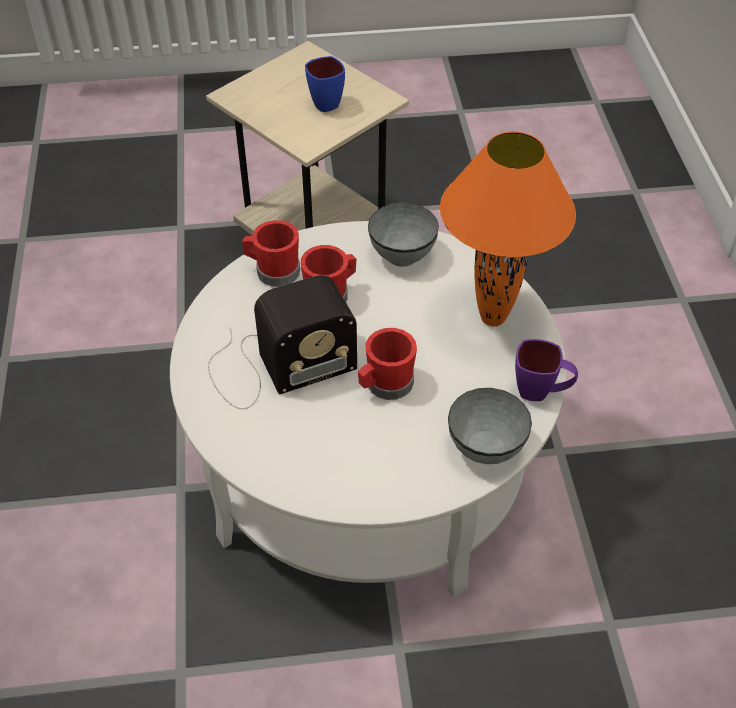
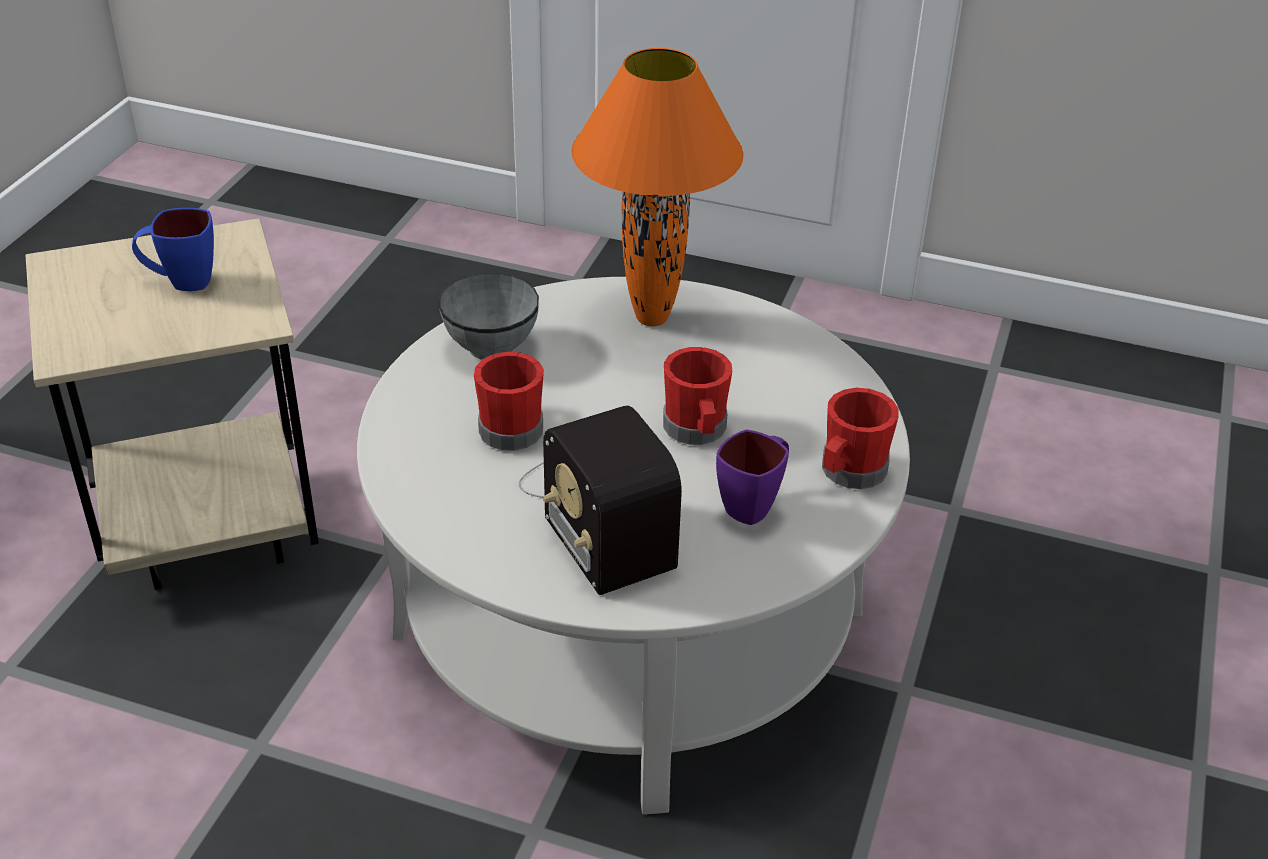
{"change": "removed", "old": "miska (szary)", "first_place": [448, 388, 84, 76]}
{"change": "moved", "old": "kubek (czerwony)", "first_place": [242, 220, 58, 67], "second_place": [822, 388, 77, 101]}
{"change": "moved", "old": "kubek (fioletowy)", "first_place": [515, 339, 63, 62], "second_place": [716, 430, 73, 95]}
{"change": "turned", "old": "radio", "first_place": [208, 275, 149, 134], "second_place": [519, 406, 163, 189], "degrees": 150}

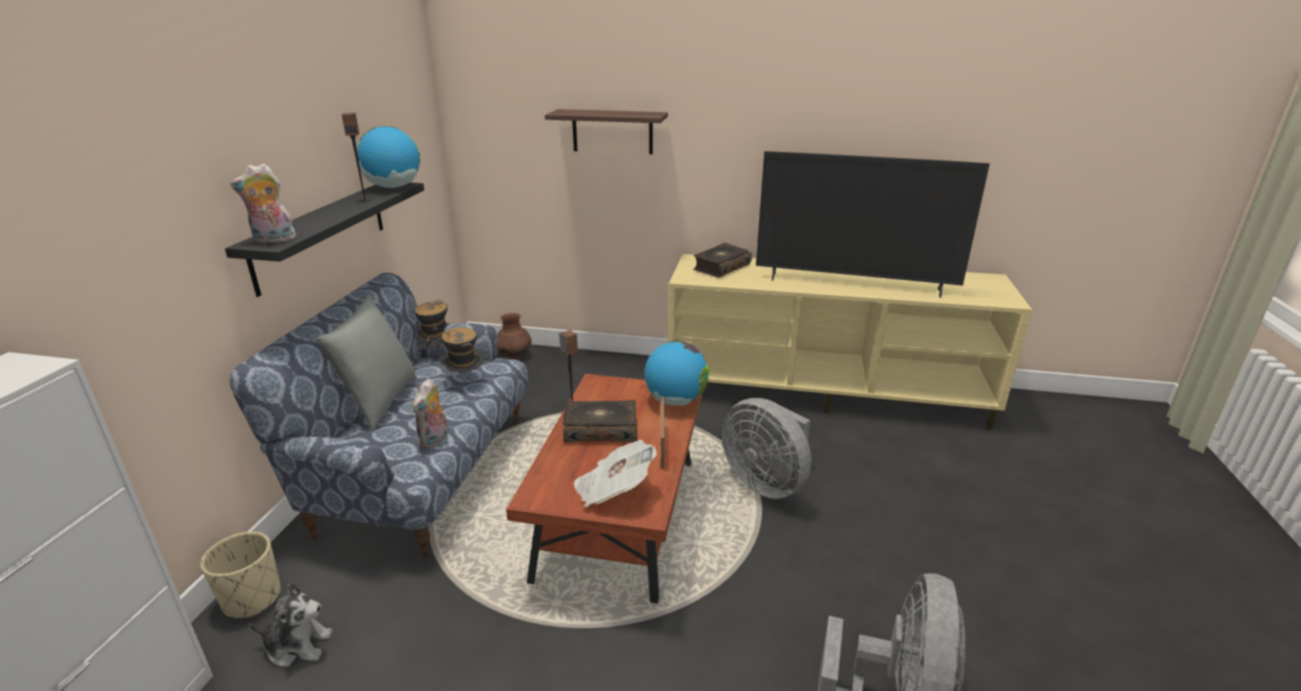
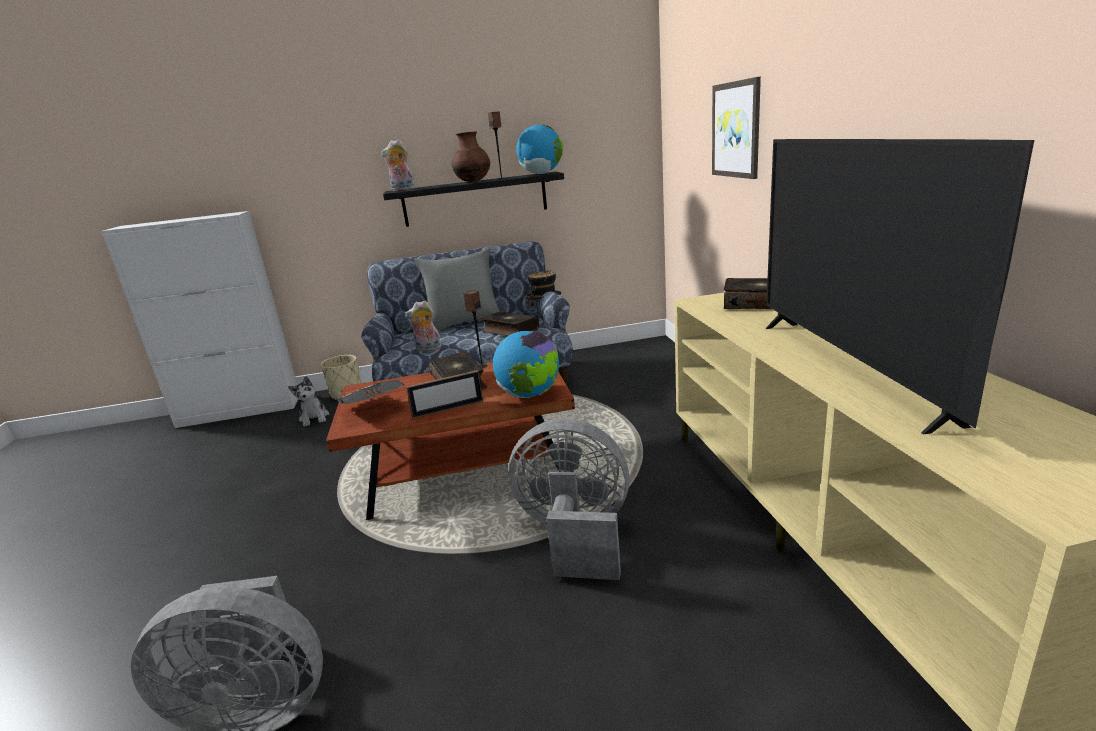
{"change": "moved", "old": "wazon (brązowy)", "first_place": [497, 313, 35, 46], "second_place": [451, 131, 39, 51]}
{"change": "replaced", "old": "kapelusz", "new": "książka", "first_place": [439, 327, 46, 47], "second_place": [482, 311, 57, 25]}
{"change": "replaced", "old": "półka", "new": "obraz", "first_place": [545, 109, 123, 45], "second_place": [712, 77, 49, 102]}
{"change": "turned", "old": "pluszak", "first_place": [230, 164, 66, 79], "second_place": [381, 139, 35, 52], "degrees": -45}
{"change": "turned", "old": "wentylator (szary)", "first_place": [721, 398, 90, 101], "second_place": [508, 419, 121, 161], "degrees": 75}

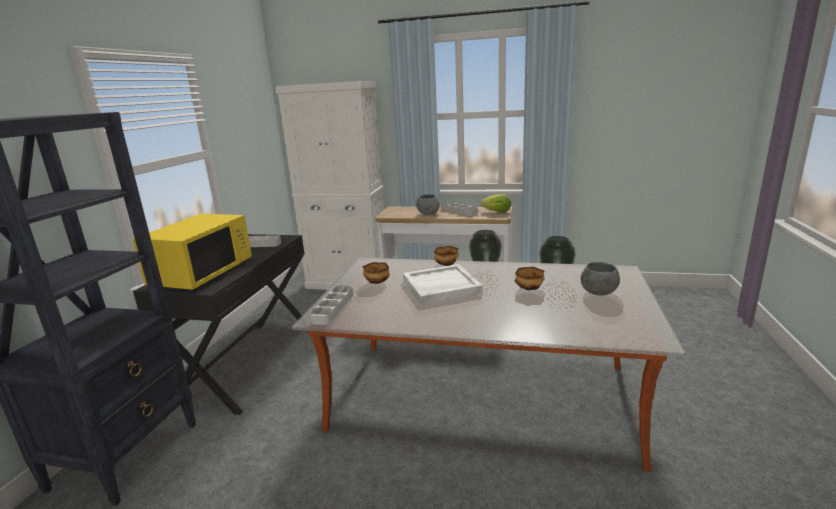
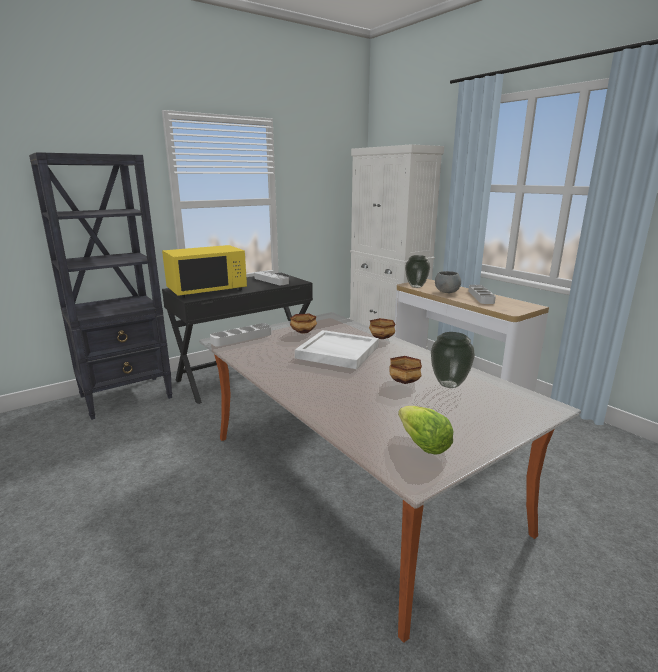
{"change": "removed", "old": "miska (szary)", "first_place": [581, 262, 39, 34]}
{"change": "moved", "old": "wazon", "first_place": [469, 230, 33, 43], "second_place": [405, 255, 25, 33]}
{"change": "moved", "old": "sałata", "first_place": [481, 194, 30, 18], "second_place": [398, 406, 55, 49]}

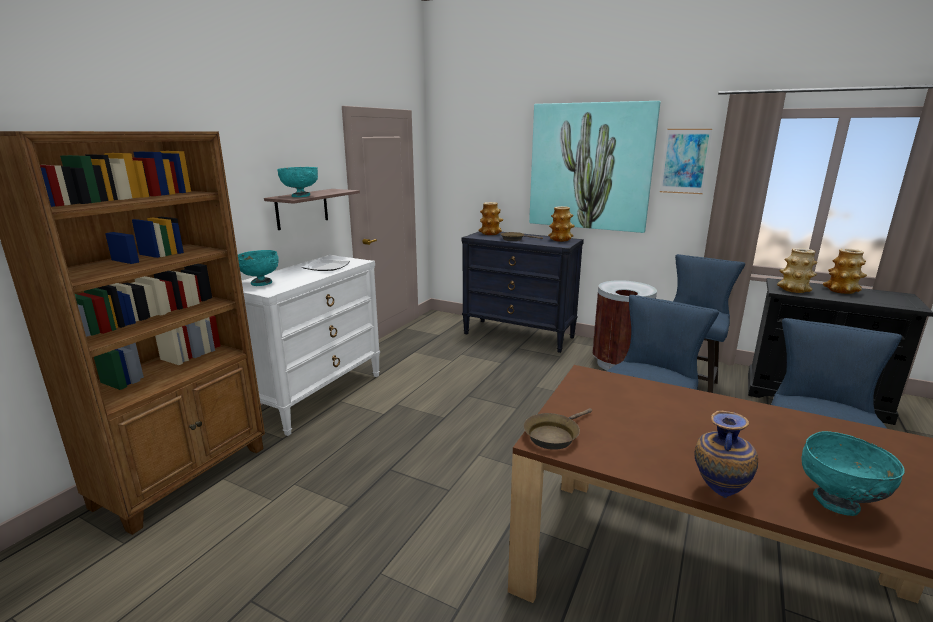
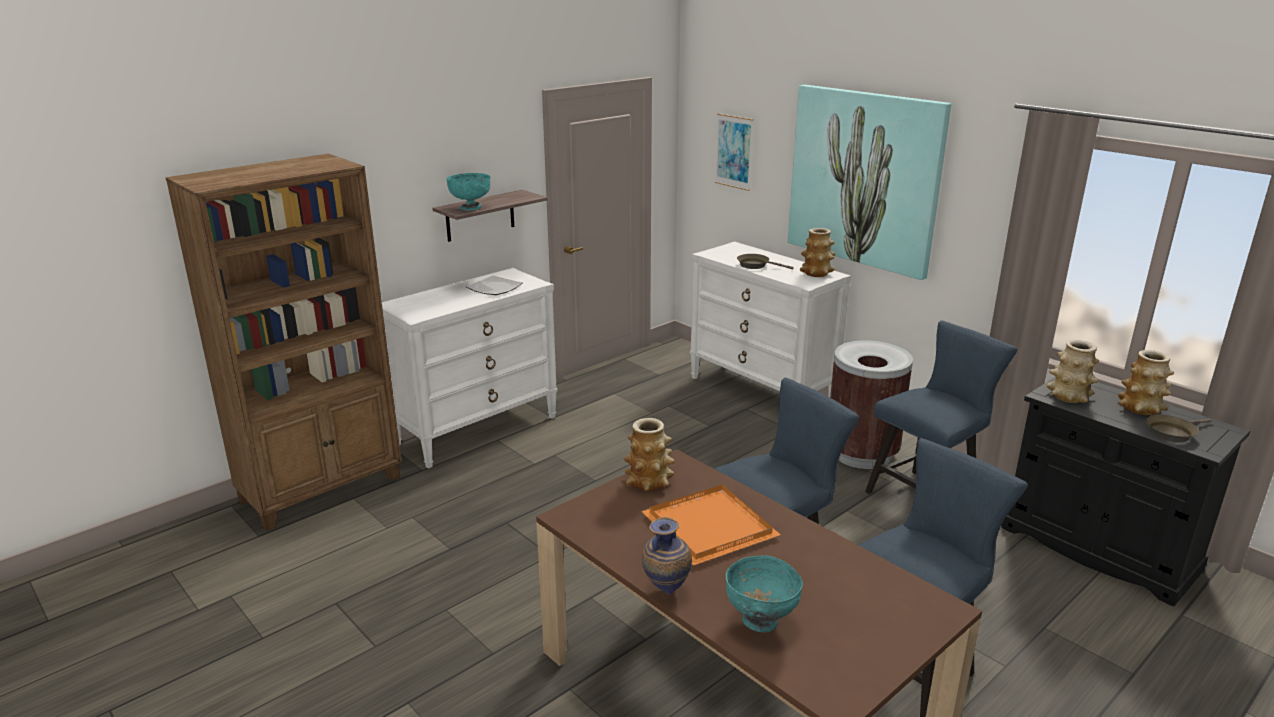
{"change": "removed", "old": "miska (turkusowy)", "first_place": [238, 250, 41, 36]}
{"change": "added", "new": "taca (pomarańczowy)", "second_place": [642, 485, 139, 80]}
{"change": "moved", "old": "wazon", "first_place": [478, 202, 25, 33], "second_place": [624, 418, 51, 73]}
{"change": "moved", "old": "patelnia (brązowy)", "first_place": [524, 408, 68, 42], "second_place": [1146, 414, 66, 29]}
{"change": "moved", "old": "obraz", "first_place": [660, 129, 52, 65], "second_place": [715, 113, 39, 78]}
{"change": "recoloured", "old": "komoda (czarny)", "new": "komoda (biały)", "first_place": [462, 231, 122, 122], "second_place": [690, 242, 161, 155]}

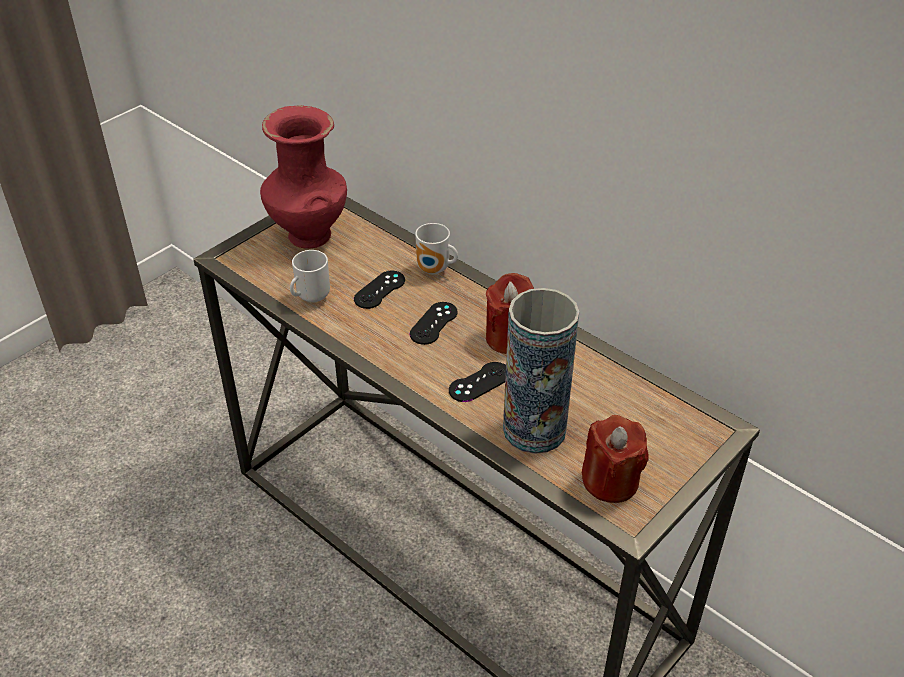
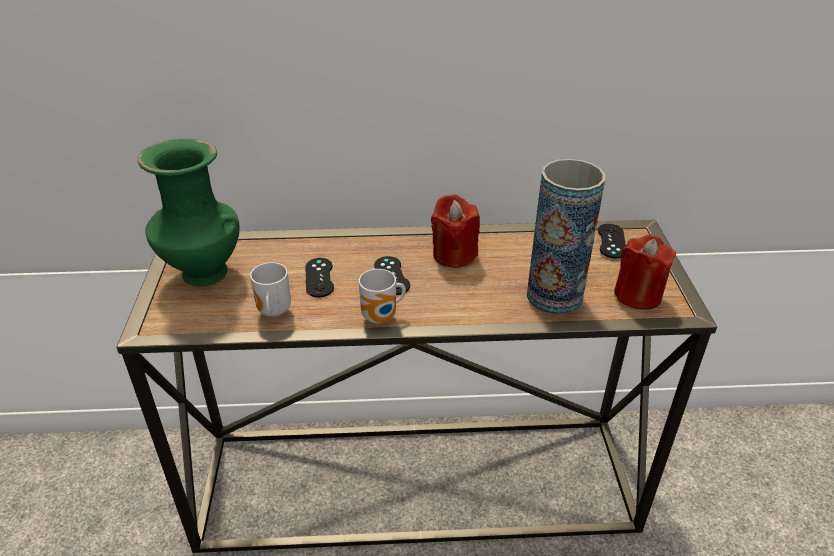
{"change": "moved", "old": "kubek", "first_place": [415, 223, 43, 51], "second_place": [359, 269, 47, 55]}
{"change": "moved", "old": "pad do gier (czarny)", "first_place": [449, 362, 57, 40], "second_place": [598, 224, 28, 34]}
{"change": "recoloured", "old": "wazon (czerwony)", "new": "wazon (zielony)", "first_place": [260, 105, 87, 144], "second_place": [138, 139, 102, 148]}

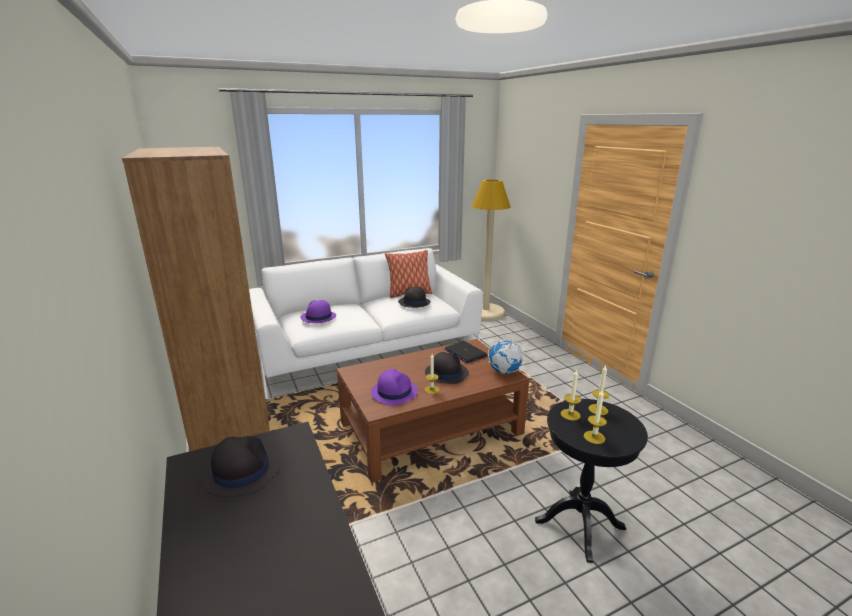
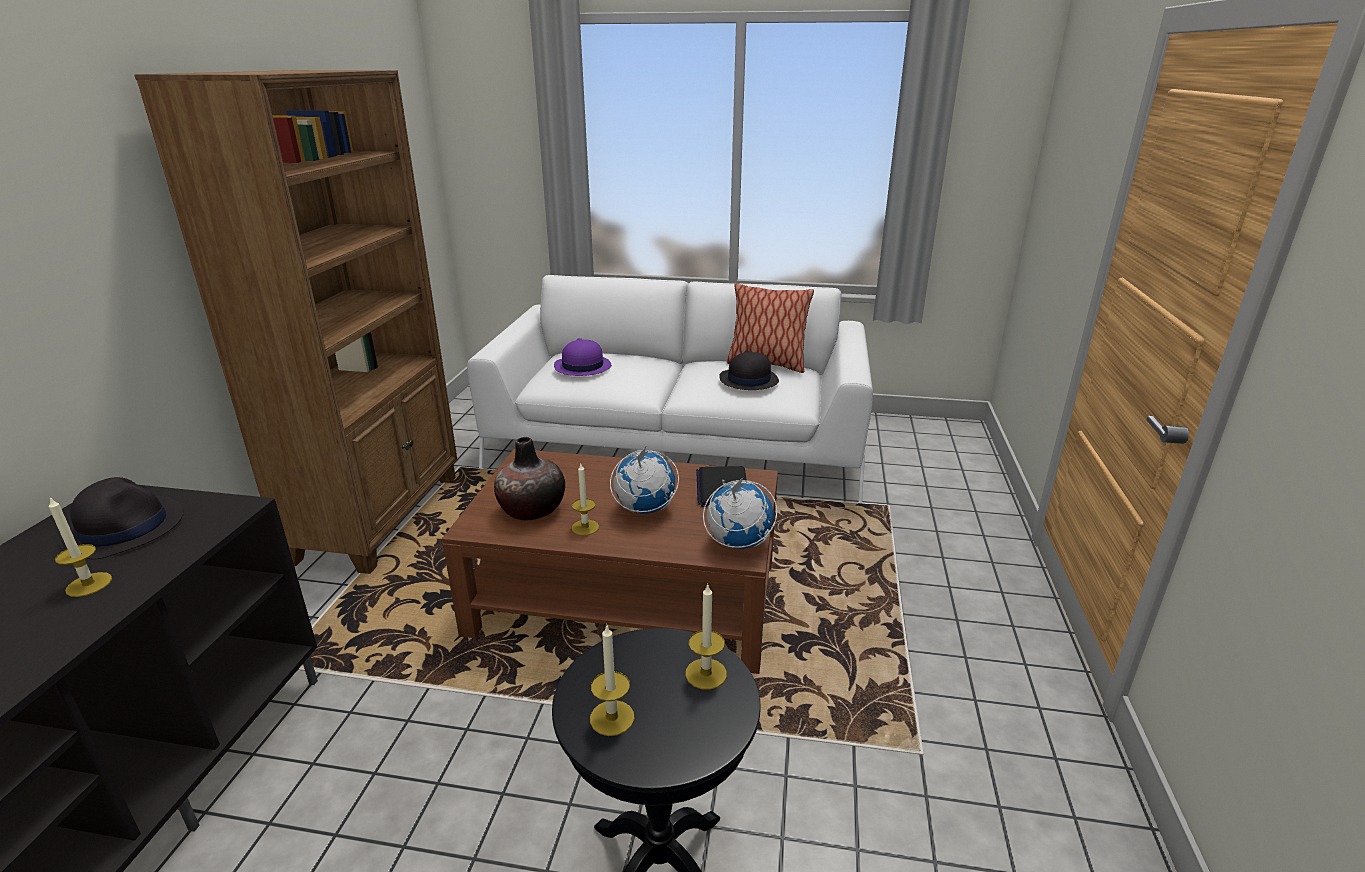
{"change": "removed", "old": "lampa stojąca (beżowy)", "first_place": [472, 179, 38, 142]}
{"change": "moved", "old": "świeca", "first_place": [561, 370, 20, 51], "second_place": [49, 497, 63, 100]}
{"change": "replaced", "old": "kapelusz (fioletowy)", "new": "wazon", "first_place": [371, 369, 47, 37], "second_place": [494, 437, 71, 84]}
{"change": "replaced", "old": "kapelusz (czarny)", "new": "globus", "first_place": [425, 352, 44, 32], "second_place": [610, 445, 69, 69]}

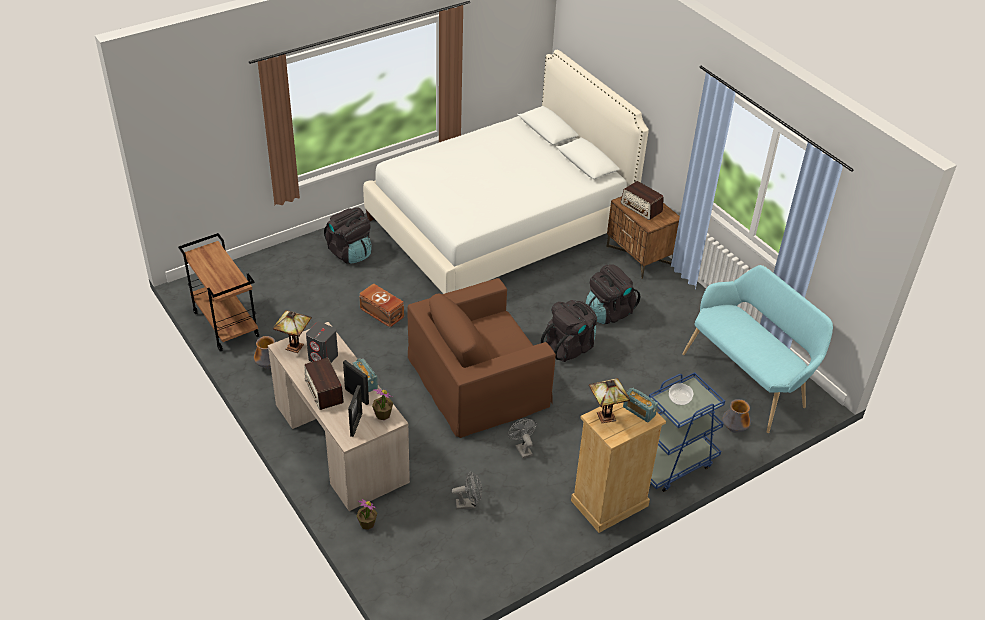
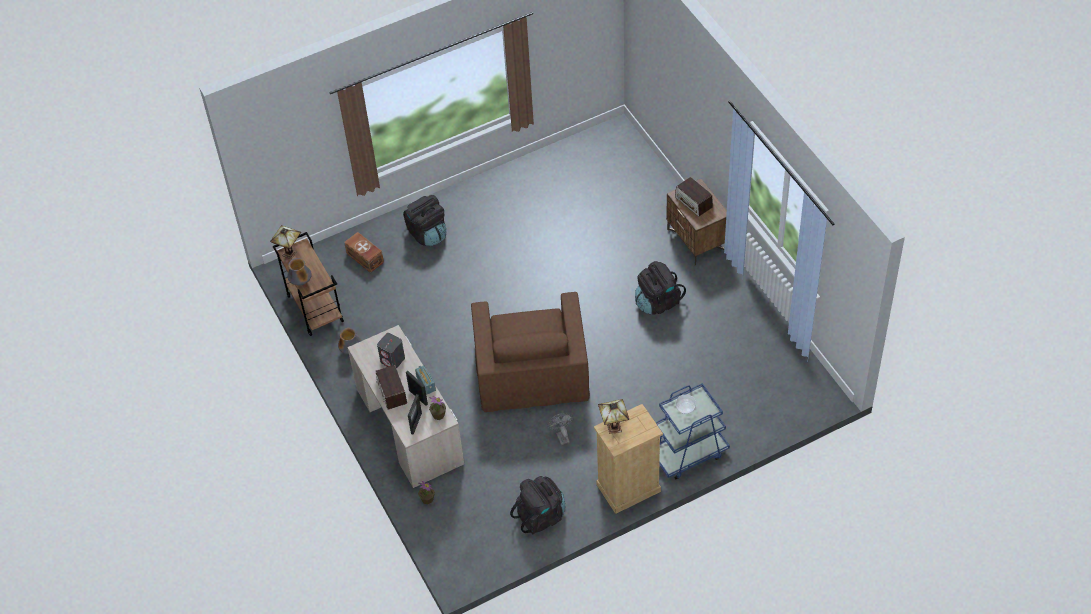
{"change": "removed", "old": "łóżko (biały)", "first_place": [363, 50, 286, 244]}
{"change": "removed", "old": "wentylator (szary)", "first_place": [452, 472, 30, 37]}
{"change": "removed", "old": "radio", "first_place": [623, 388, 35, 35]}
{"change": "removed", "old": "ławka (turkusowy)", "first_place": [682, 265, 151, 168]}
{"change": "moved", "old": "lampa stołowa", "first_place": [273, 310, 39, 43], "second_place": [270, 225, 31, 34]}
{"change": "moved", "old": "pojemnik do przechowywania (brązowy)", "first_place": [359, 283, 45, 44], "second_place": [344, 232, 40, 41]}
{"change": "moved", "old": "plecak (czarny)", "first_place": [541, 300, 56, 62], "second_place": [510, 476, 55, 58]}
{"change": "moved", "old": "wazon", "first_place": [722, 399, 29, 34], "second_place": [287, 258, 25, 27]}
{"change": "turned", "old": "fotel (brązowy)", "first_place": [408, 278, 148, 160], "second_place": [471, 292, 119, 120], "degrees": -75}

